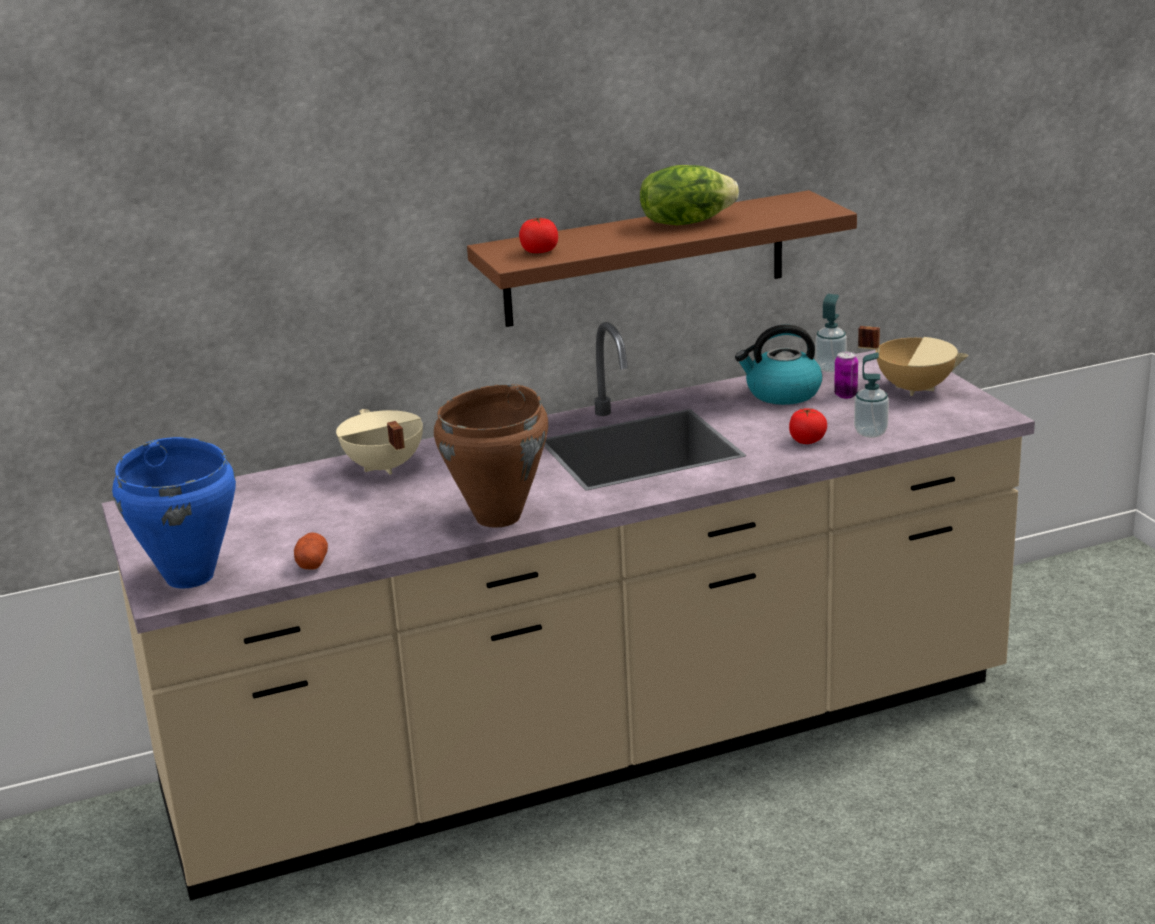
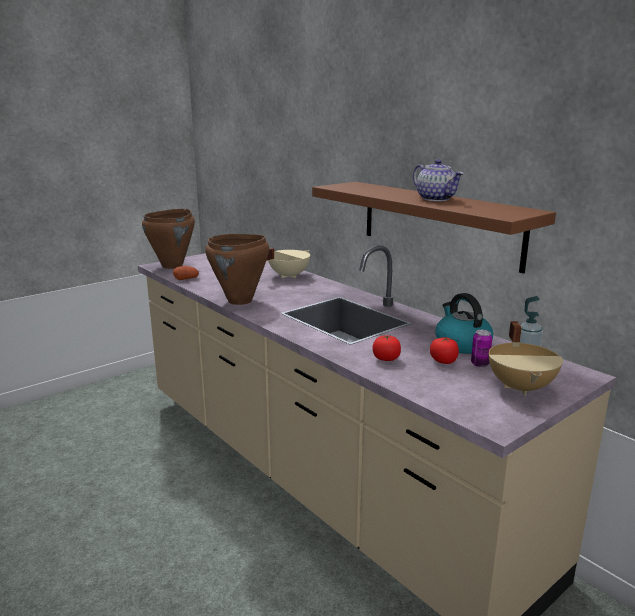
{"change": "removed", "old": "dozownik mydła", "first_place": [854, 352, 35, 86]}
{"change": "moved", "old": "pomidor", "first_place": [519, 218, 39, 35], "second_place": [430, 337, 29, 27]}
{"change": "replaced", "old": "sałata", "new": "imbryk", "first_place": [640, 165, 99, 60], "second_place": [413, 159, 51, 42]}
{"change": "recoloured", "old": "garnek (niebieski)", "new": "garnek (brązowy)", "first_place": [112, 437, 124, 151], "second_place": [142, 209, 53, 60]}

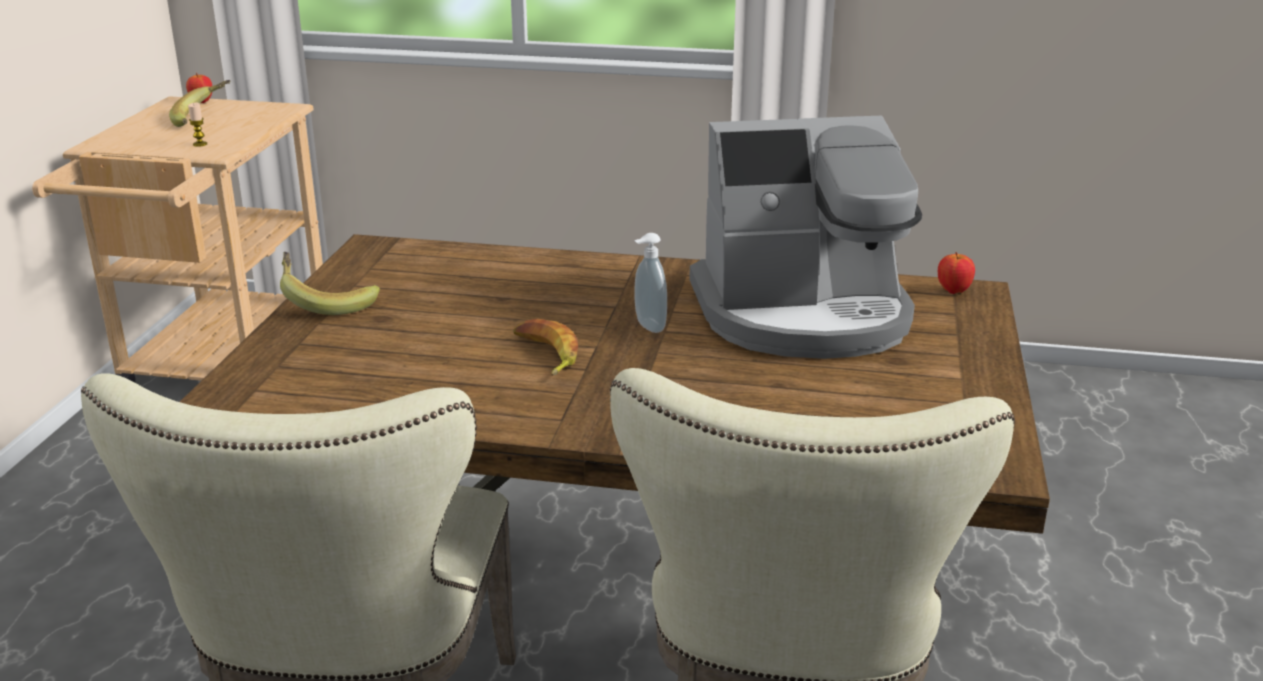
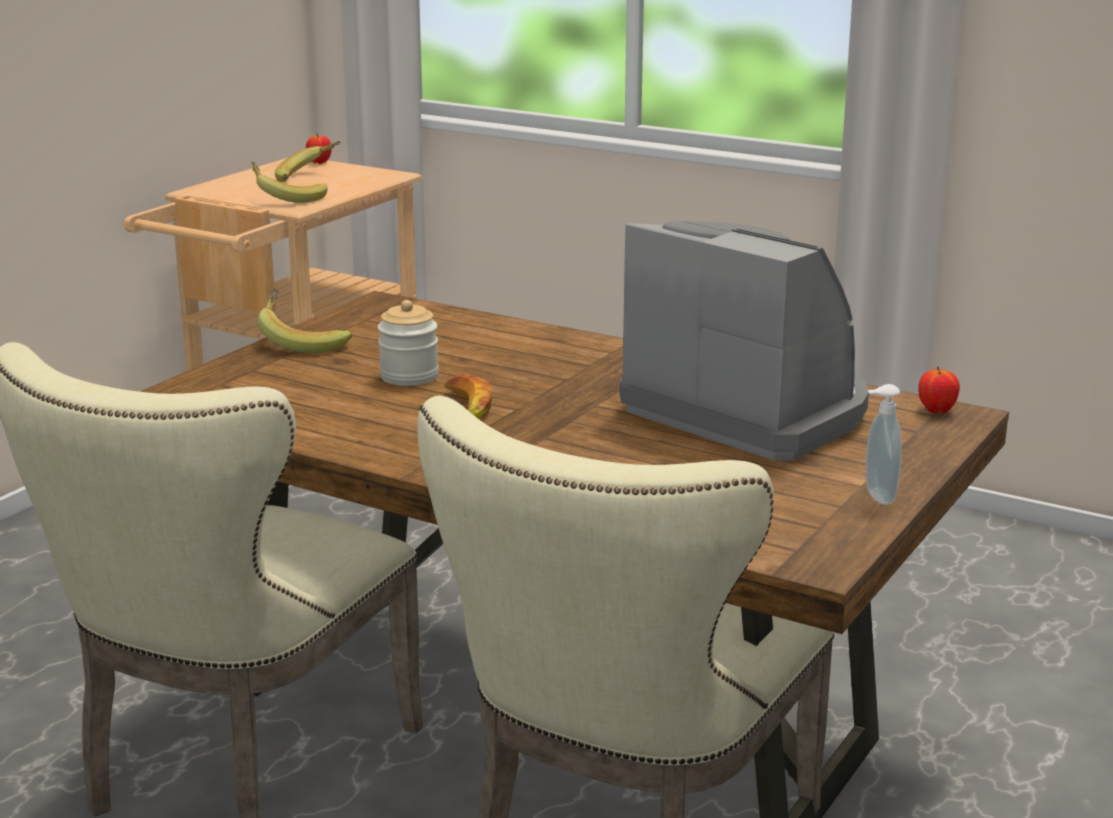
{"change": "added", "new": "słoik", "second_place": [378, 300, 61, 86]}
{"change": "moved", "old": "dozownik mydła", "first_place": [634, 233, 33, 100], "second_place": [866, 384, 36, 121]}
{"change": "replaced", "old": "świeca", "new": "banan", "first_place": [188, 103, 19, 44], "second_place": [251, 162, 77, 41]}
{"change": "turned", "old": "ekspres do kawy", "first_place": [689, 116, 233, 243], "second_place": [620, 221, 249, 240], "degrees": -150}

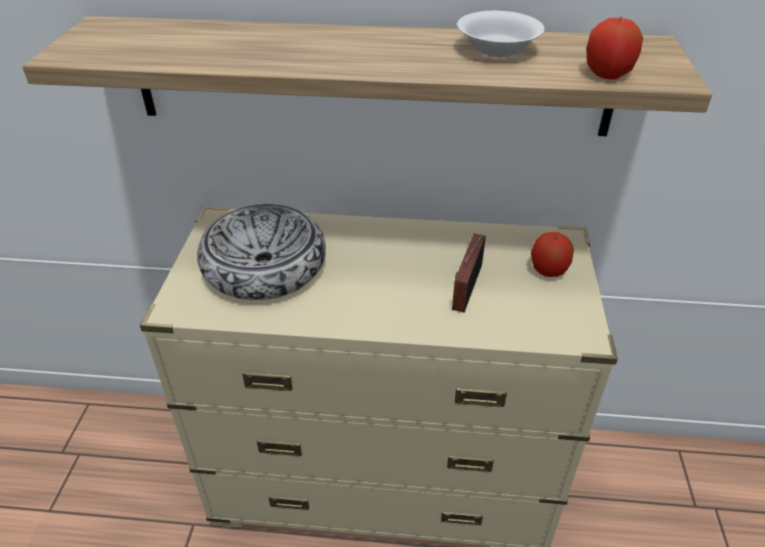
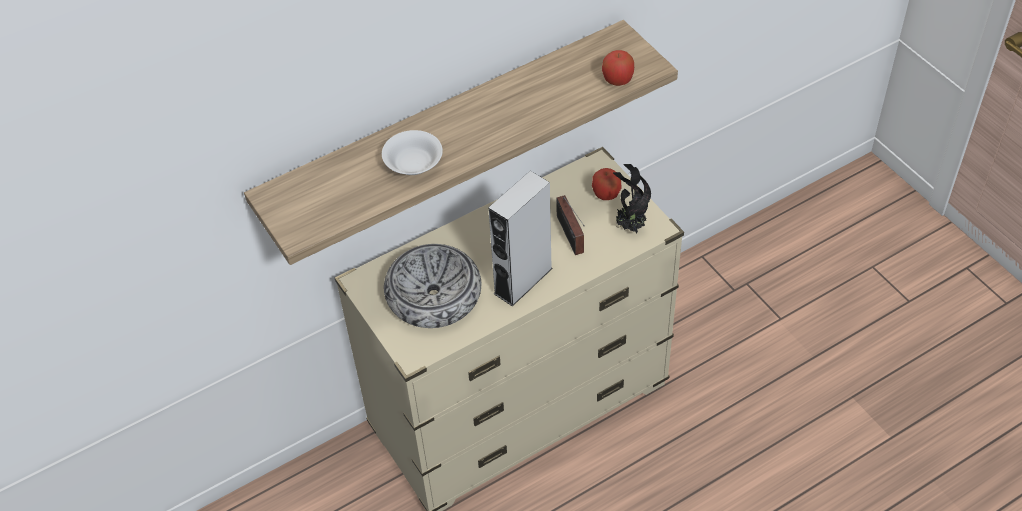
{"change": "added", "new": "głośnik (szary)", "second_place": [488, 171, 65, 135]}
{"change": "added", "new": "roślina doniczkowa", "second_place": [613, 164, 38, 69]}
{"change": "moved", "old": "miska (biały)", "first_place": [457, 11, 88, 46], "second_place": [382, 130, 61, 45]}

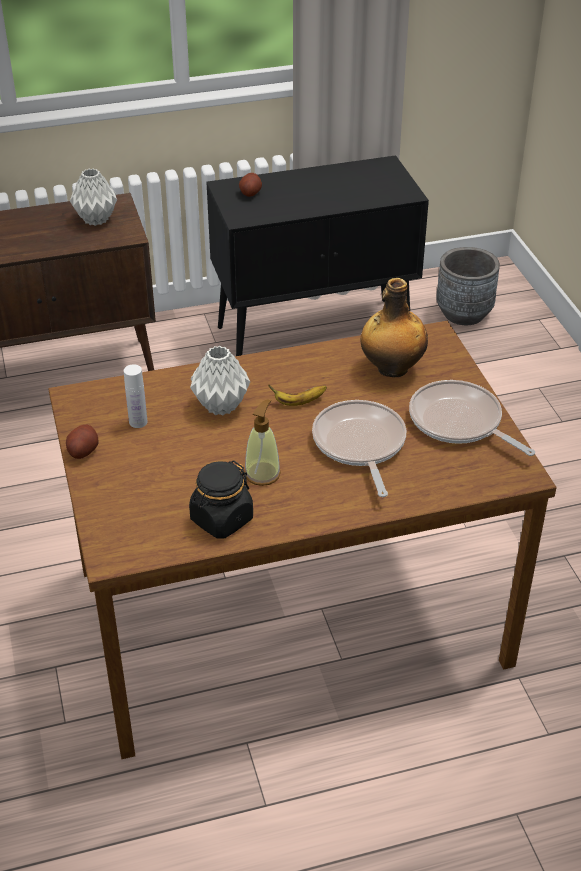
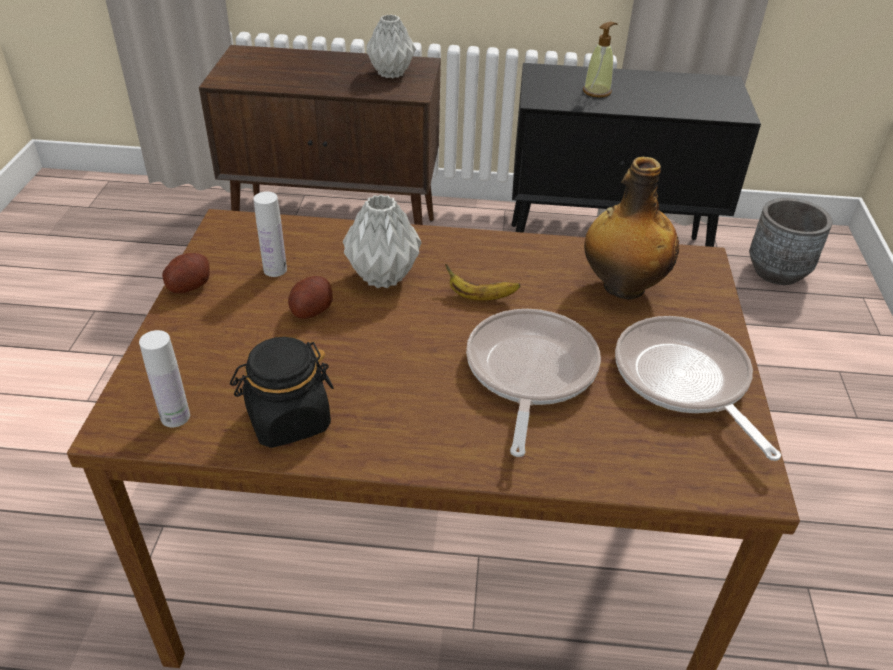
{"change": "added", "new": "butelka (biały)", "second_place": [139, 330, 51, 97]}
{"change": "moved", "old": "ziemniak", "first_place": [239, 173, 23, 24], "second_place": [288, 276, 45, 43]}
{"change": "moved", "old": "dozownik mydła", "first_place": [244, 399, 37, 87], "second_place": [583, 22, 34, 75]}

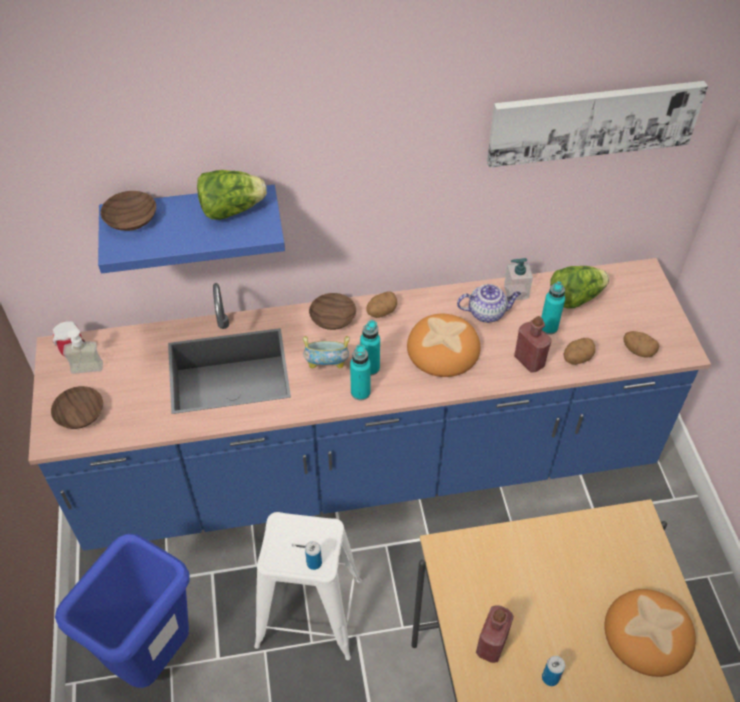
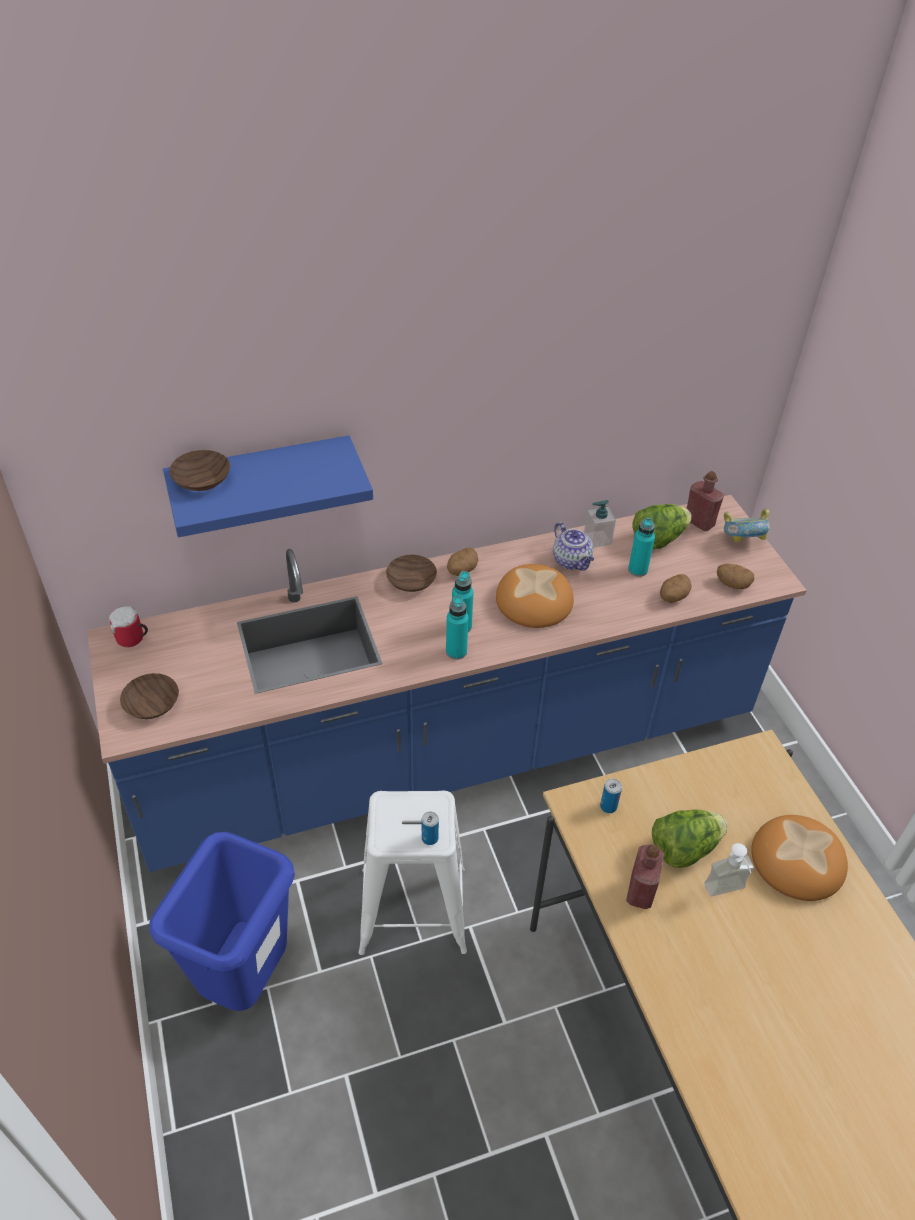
{"change": "removed", "old": "obraz", "first_place": [487, 81, 221, 87]}
{"change": "moved", "old": "dozownik mydła", "first_place": [63, 328, 40, 46], "second_place": [704, 843, 50, 54]}
{"change": "moved", "old": "sałata", "first_place": [197, 170, 70, 50], "second_place": [652, 809, 76, 59]}
{"change": "moved", "old": "miska", "first_place": [303, 336, 47, 32], "second_place": [724, 509, 46, 33]}
{"change": "moved", "old": "butelka (czerwony)", "first_place": [514, 316, 38, 56], "second_place": [687, 471, 37, 60]}
{"change": "moved", "old": "puszka", "first_place": [542, 656, 23, 30], "second_place": [600, 779, 22, 34]}
{"change": "turned", "old": "imbryk", "first_place": [457, 284, 64, 39], "second_place": [553, 522, 41, 49], "degrees": 75}

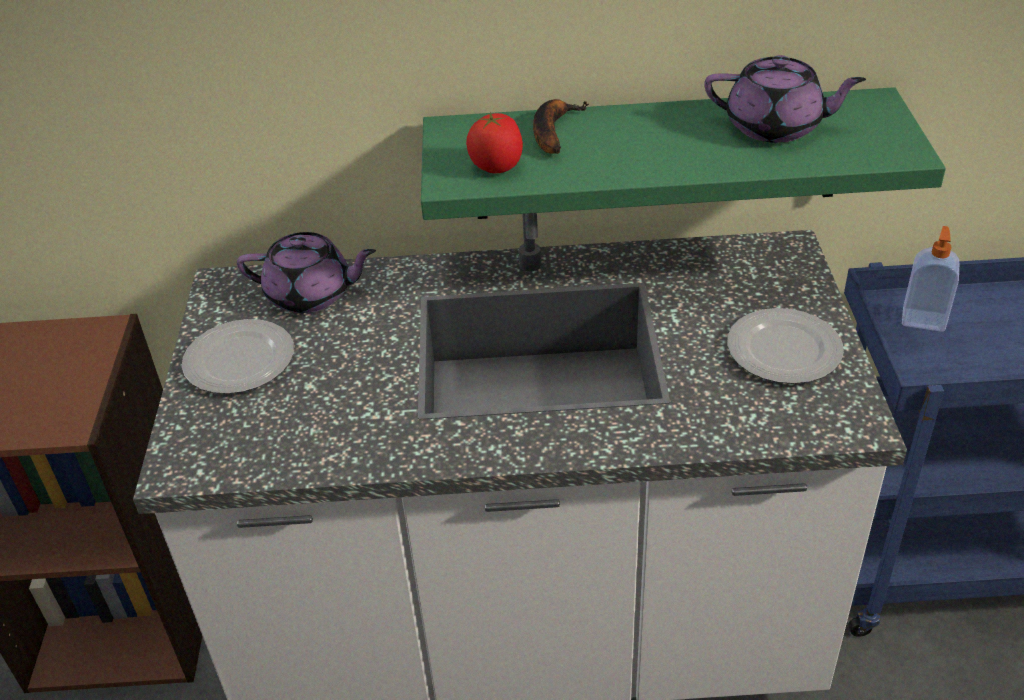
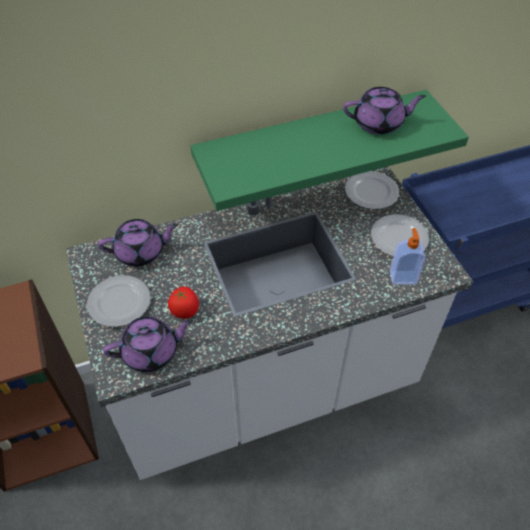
{"change": "removed", "old": "banan", "first_place": [533, 99, 56, 55]}
{"change": "added", "new": "imbryk (fioletowy)", "second_place": [103, 316, 90, 56]}
{"change": "added", "new": "talerz", "second_place": [345, 171, 54, 38]}
{"change": "moved", "old": "pomidor", "first_place": [466, 112, 57, 61], "second_place": [168, 287, 31, 32]}
{"change": "moved", "old": "dozownik mydła", "first_place": [902, 226, 57, 106], "second_place": [390, 228, 35, 57]}

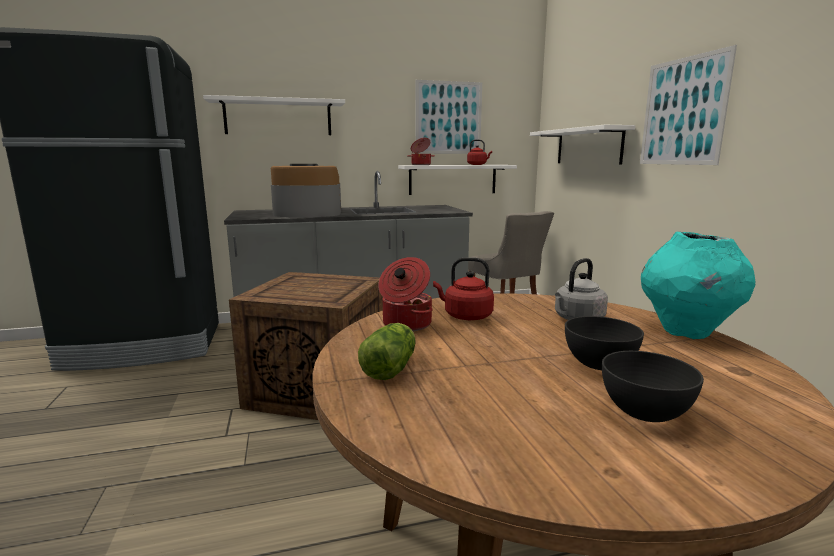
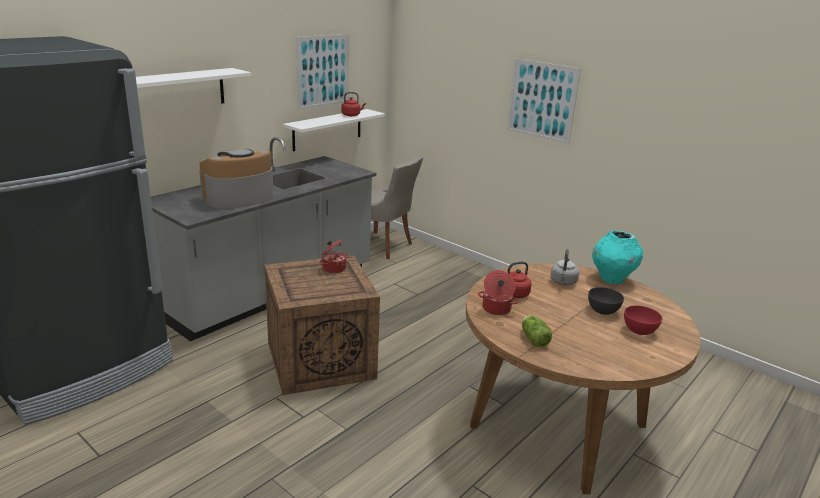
{"change": "removed", "old": "półka (biały)", "first_place": [530, 125, 106, 40]}
{"change": "moved", "old": "garnek", "first_place": [408, 138, 27, 27], "second_place": [319, 239, 30, 34]}
{"change": "recoloured", "old": "miska (szary)", "new": "miska (czerwony)", "first_place": [602, 351, 102, 71], "second_place": [624, 305, 38, 30]}

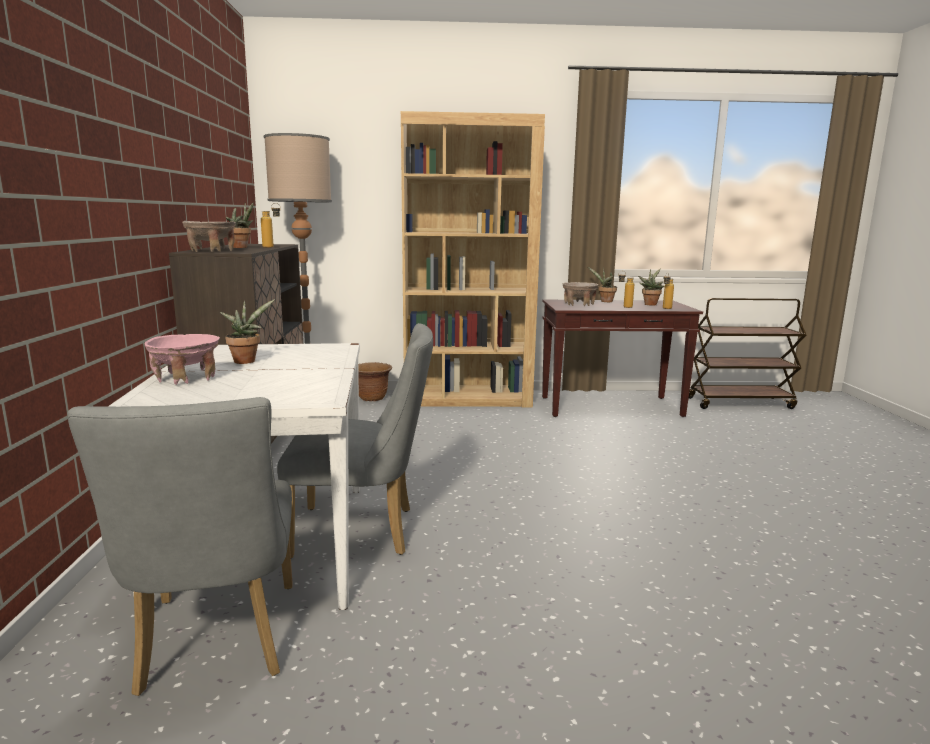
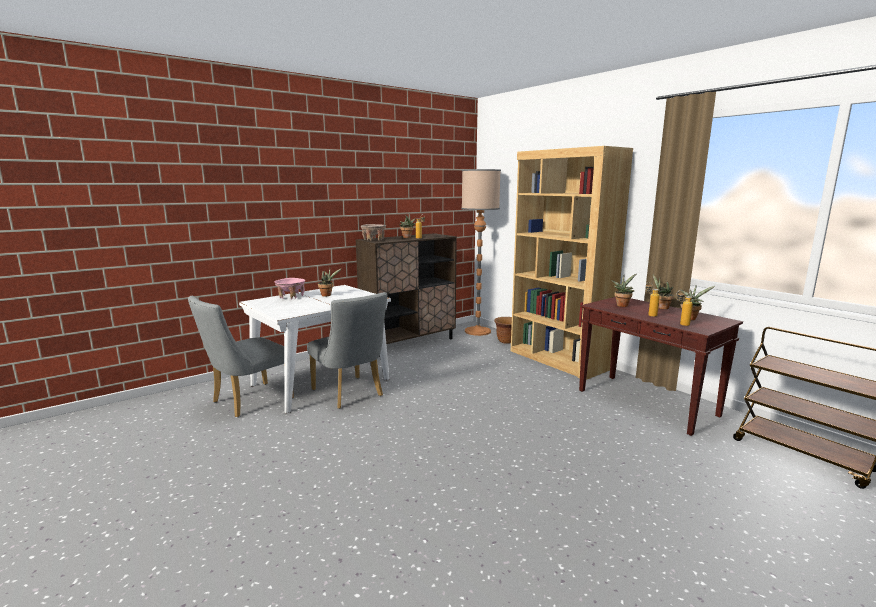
{"change": "replaced", "old": "miska (beżowy)", "new": "roślina doniczkowa", "first_place": [562, 282, 36, 24], "second_place": [611, 274, 25, 33]}

